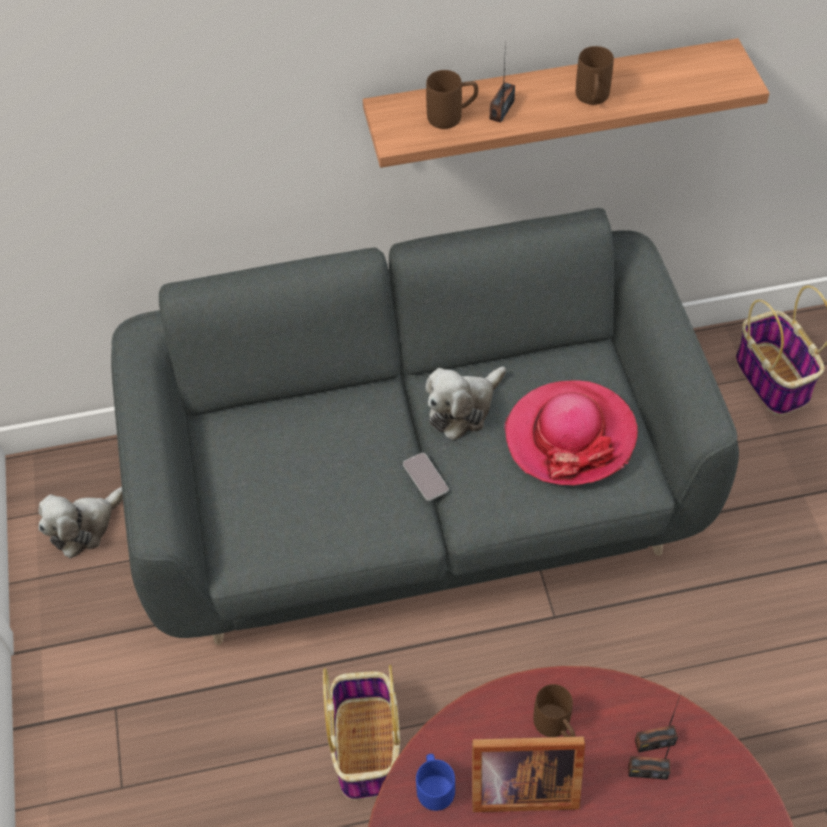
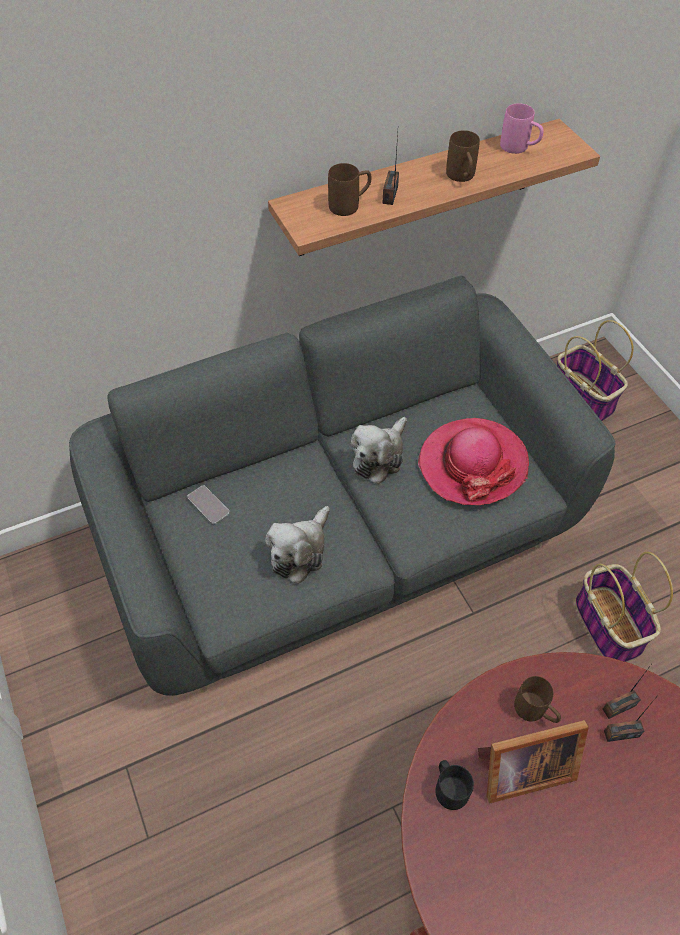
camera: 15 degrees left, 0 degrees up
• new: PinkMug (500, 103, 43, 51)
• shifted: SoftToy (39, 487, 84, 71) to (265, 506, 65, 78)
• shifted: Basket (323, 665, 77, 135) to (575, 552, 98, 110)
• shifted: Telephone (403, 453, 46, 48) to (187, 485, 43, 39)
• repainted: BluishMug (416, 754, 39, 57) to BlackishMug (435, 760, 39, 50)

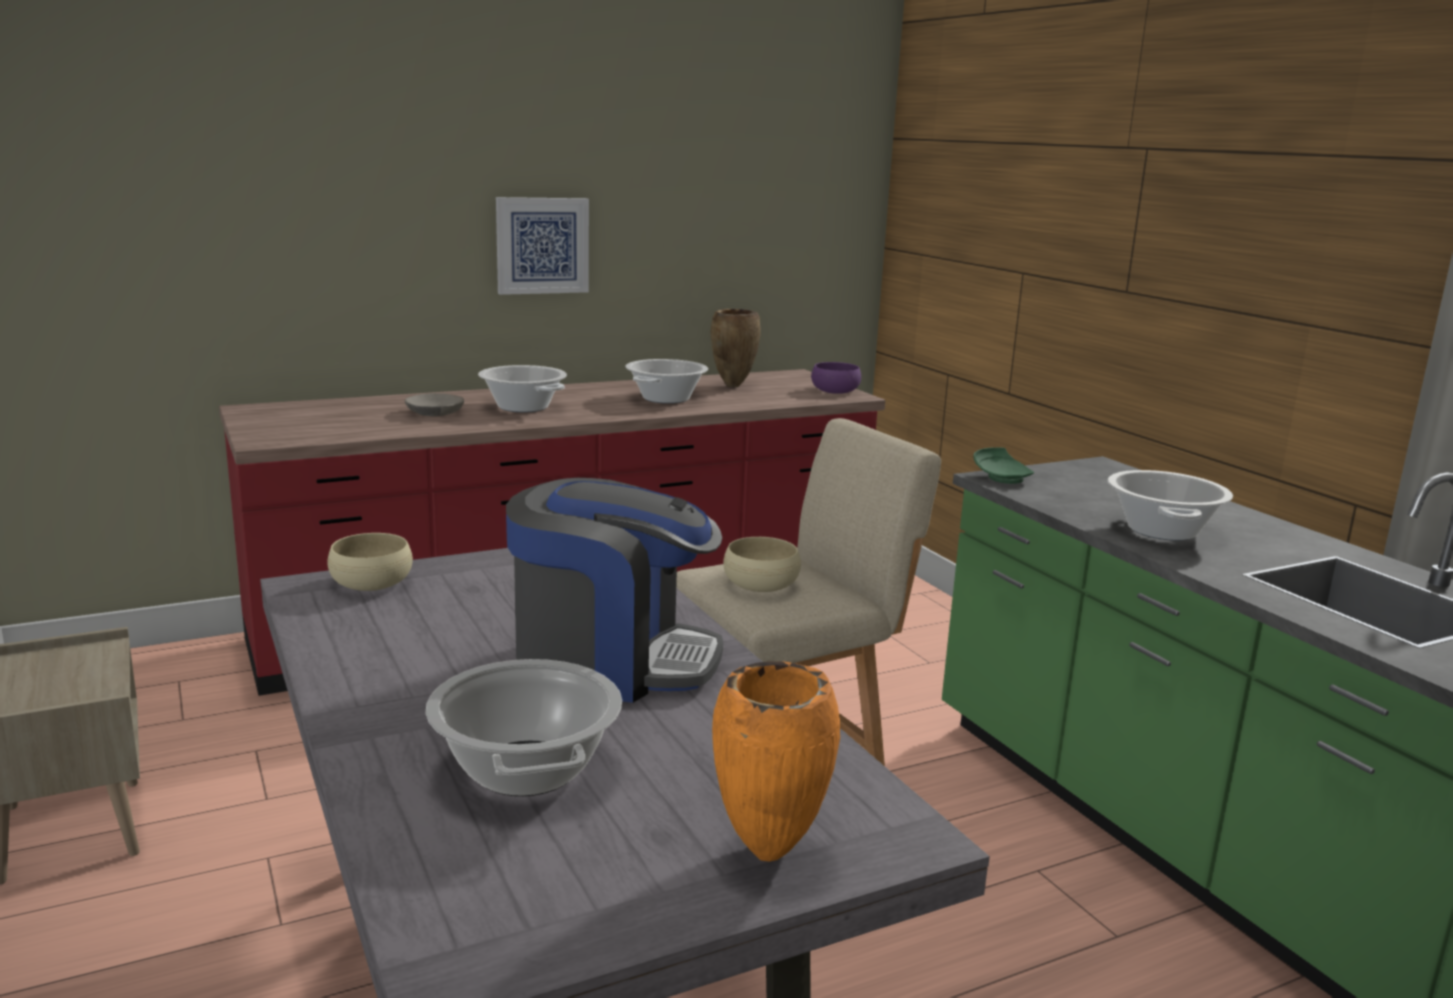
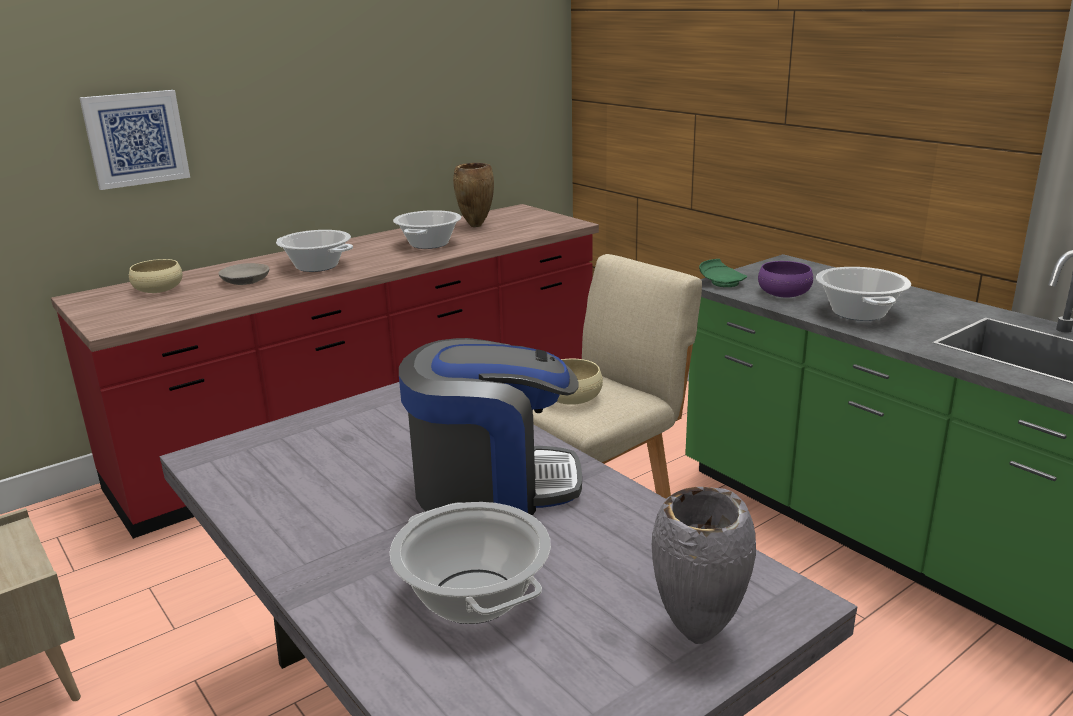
camera: 10 degrees left, 5 degrees up
• shifted: BeigeServingBowl (328, 533, 85, 58) to (129, 259, 53, 34)
• shifted: WallArt (496, 197, 93, 98) to (79, 90, 111, 100)
• shifted: PurplishServingBowl (811, 362, 50, 32) to (758, 261, 55, 36)
• repainted: OrangeDecorativeVase (712, 661, 128, 201) to GreyDecorativeVase (652, 487, 104, 157)

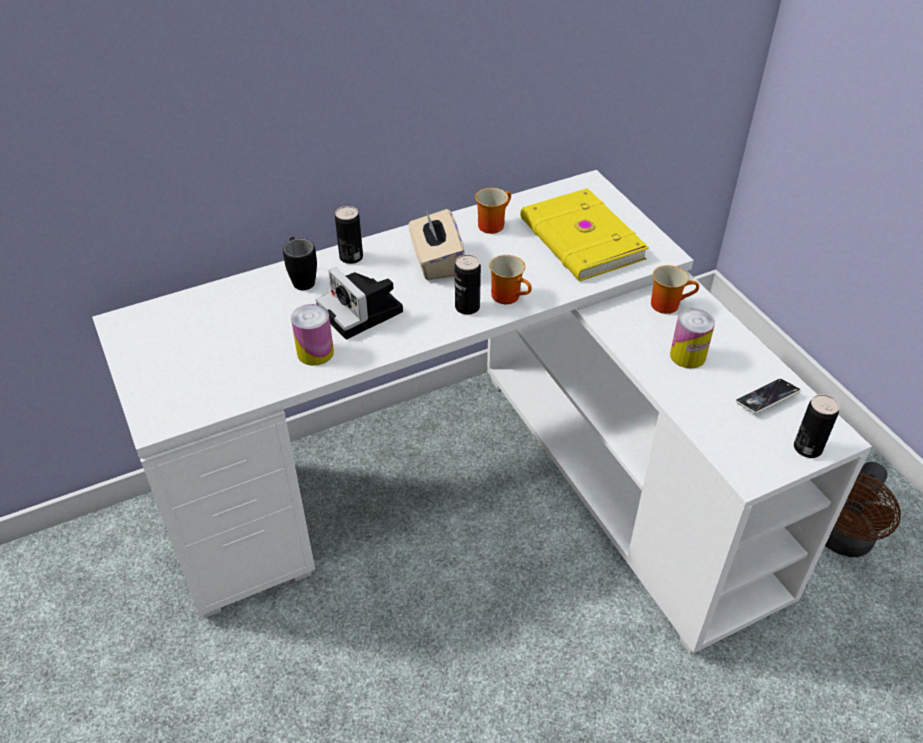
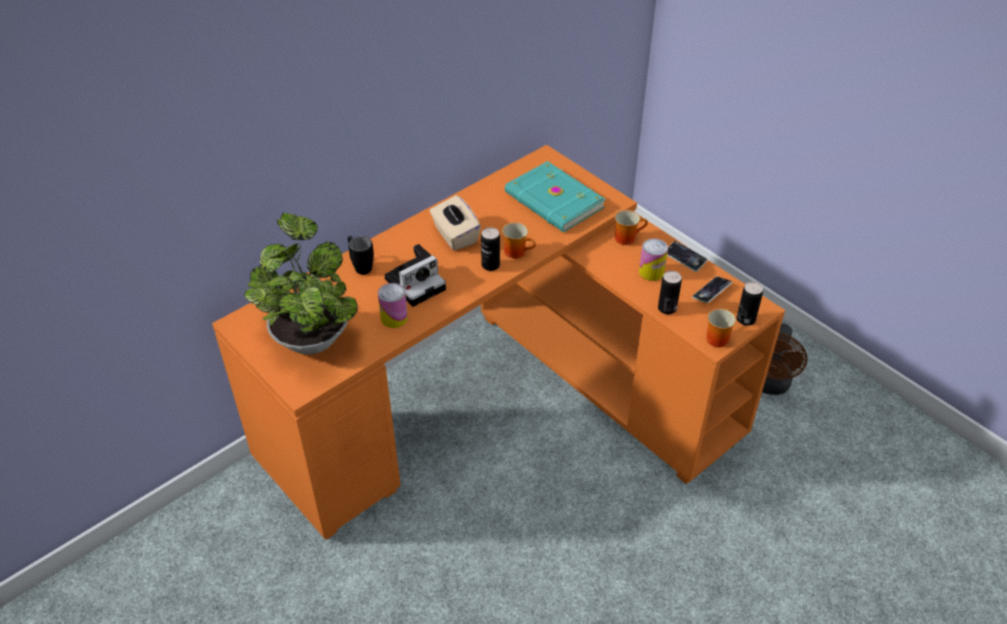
camera: 15 degrees left, 0 degrees up
• new: Houseplant (244, 213, 114, 142)
• new: Telephone (667, 241, 41, 31)
• shifted: MetalCan (335, 206, 28, 58) to (658, 271, 24, 43)
• shifted: Mug (475, 188, 36, 46) to (706, 308, 30, 39)
• repainted: WhiteColouredDeskTable (92, 170, 780, 484) to OrangeDeskTable (212, 145, 573, 395)
• repainted: YellowVolume (520, 188, 129, 93) to TurquoiseColouredVolume (505, 161, 101, 71)
• rotated: PhotoCamera (316, 267, 87, 73) = (384, 244, 62, 63) 75 degrees counterclockwise

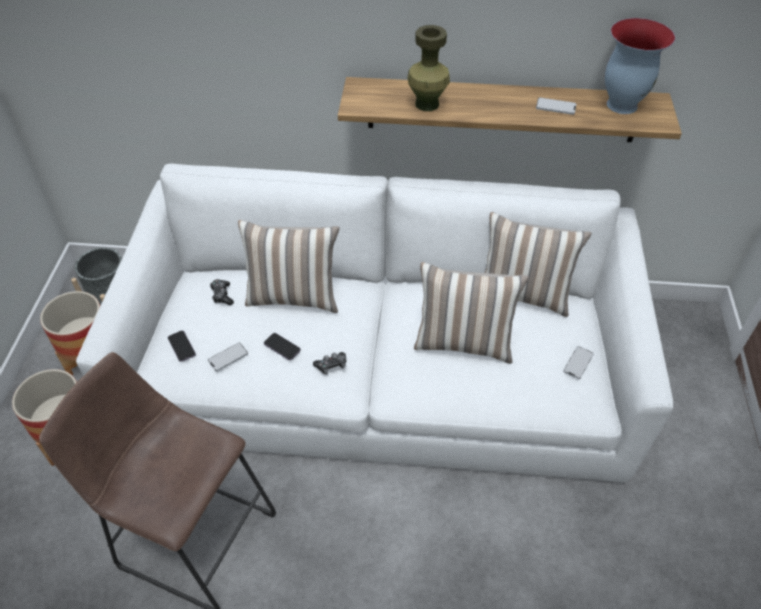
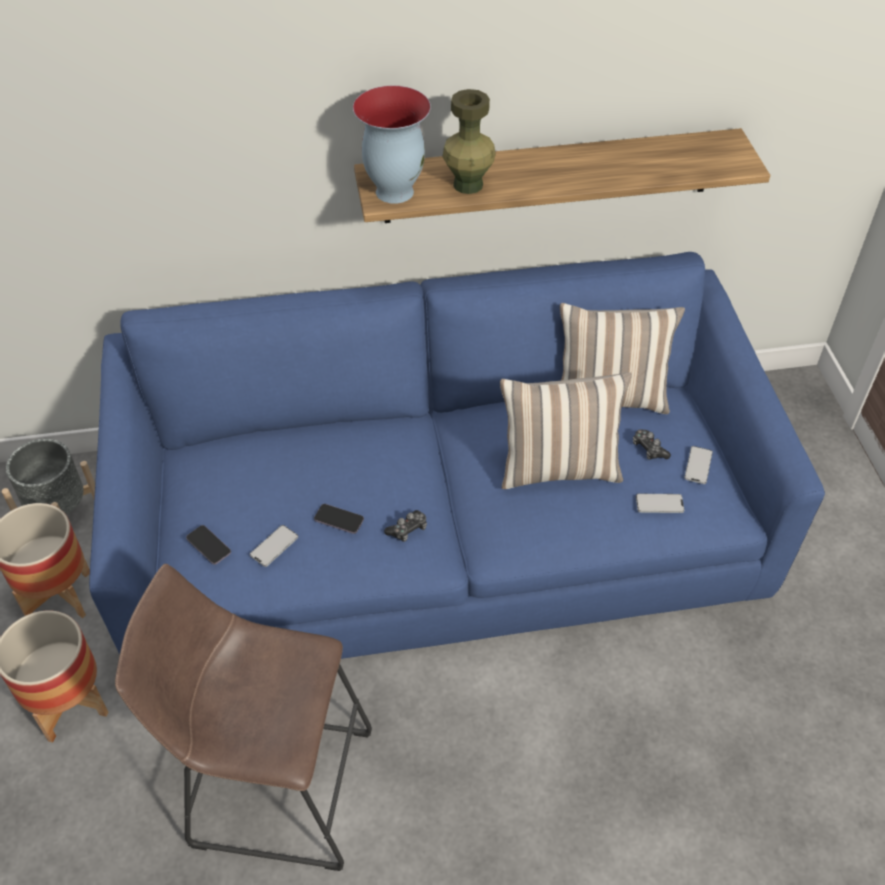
camera: 15 degrees left, 0 degrees up
• gone: Pillow (238, 220, 102, 93)
• shifted: Joypad (210, 279, 24, 26) to (633, 429, 38, 31)
• shifted: Telephone (536, 97, 40, 18) to (636, 494, 48, 19)
• shifted: DecorativeVase (605, 18, 70, 96) to (353, 85, 78, 119)
• repainted: WhiteColouredSofa (76, 164, 597, 319) to BluishSofa (89, 252, 736, 407)

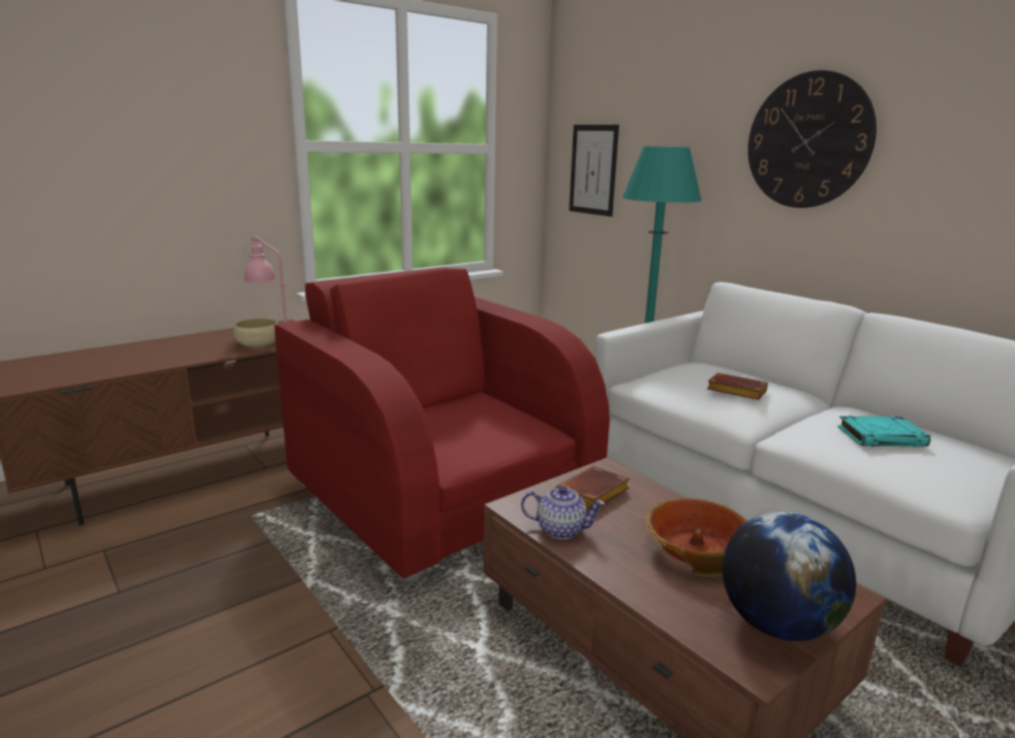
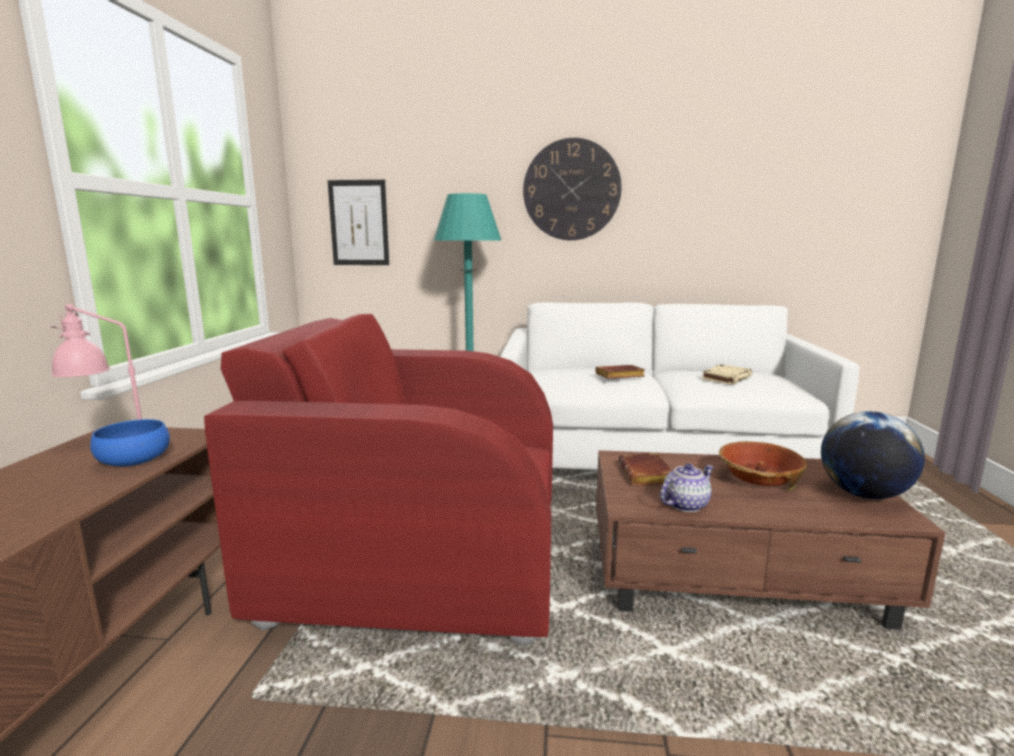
camera: 45 degrees left, 5 degrees down
• repainted: BeigeServingBowl (233, 318, 45, 29) to BluishServingBowl (90, 419, 80, 47)
• repainted: TurquoiseColouredVolume (838, 416, 93, 31) to BeigeVolume (701, 364, 51, 21)

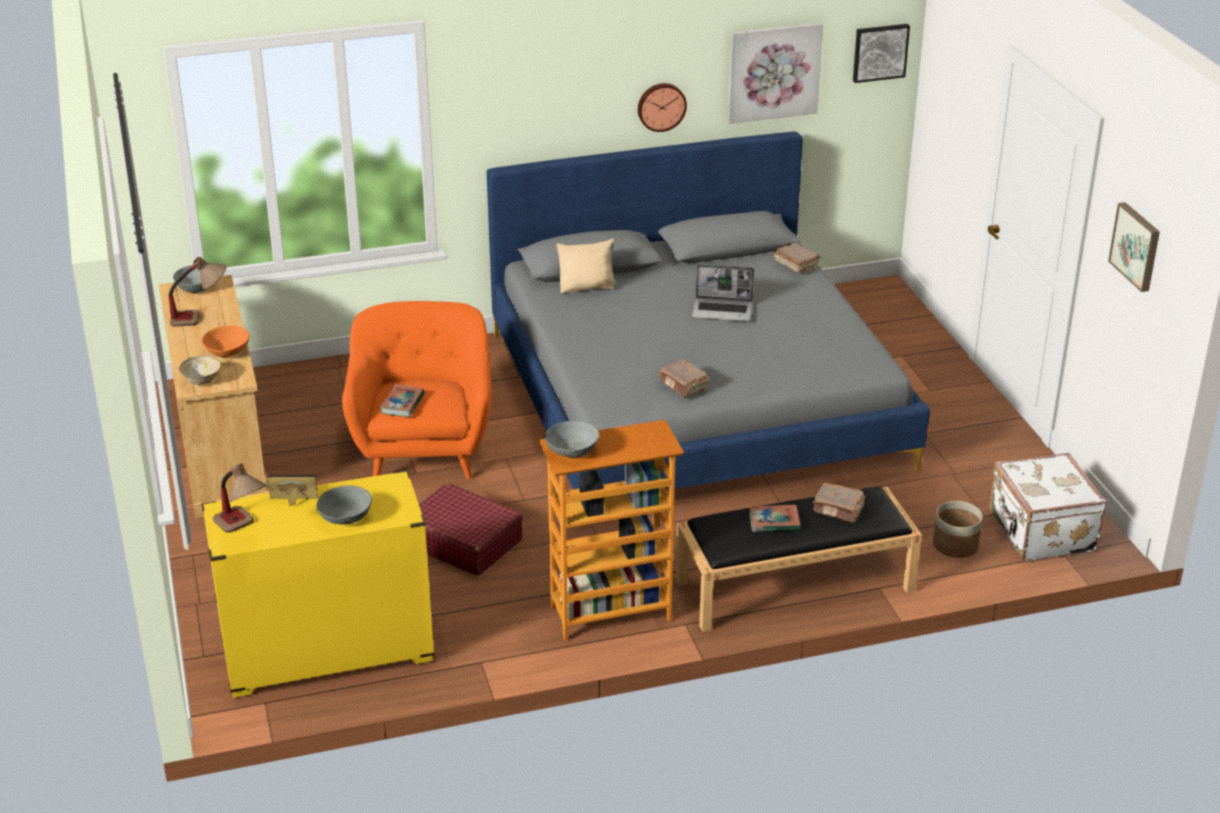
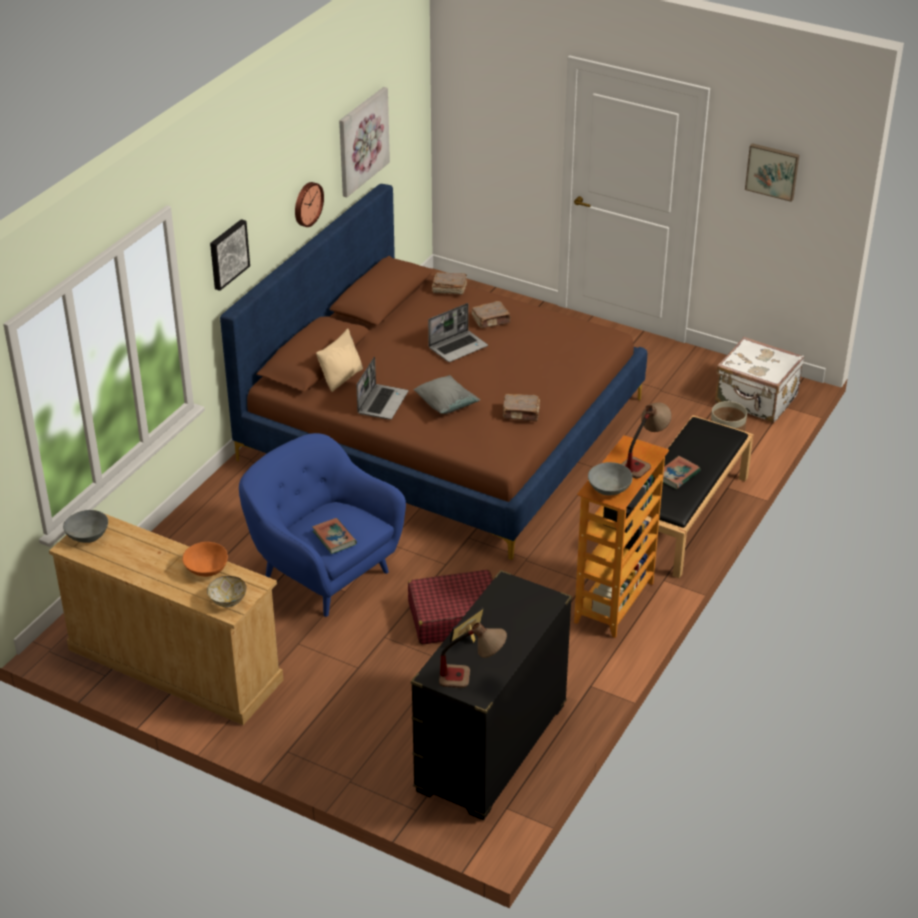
camera: 45 degrees left, 5 degrees up
• gone: GreyServingBowl (317, 485, 55, 39)
• new: Laptop (356, 357, 52, 62)
• new: GreyPillow (413, 375, 67, 39)
• shifted: LampForATable (169, 257, 58, 69) to (622, 402, 50, 76)
• shifted: BrownVolume (813, 483, 52, 40) to (471, 301, 40, 27)
• shifted: WallArt (853, 24, 57, 59) to (210, 219, 40, 72)
• repainted: YellowDresser (201, 470, 234, 228) to BlackishDresser (411, 570, 161, 250)
• repainted: OrangeEasyChair (342, 301, 149, 178) to BluishEasyChair (239, 433, 167, 184)
• repainted: GreySleepingBed (487, 132, 443, 397) to BrownSleepingBed (220, 184, 427, 376)

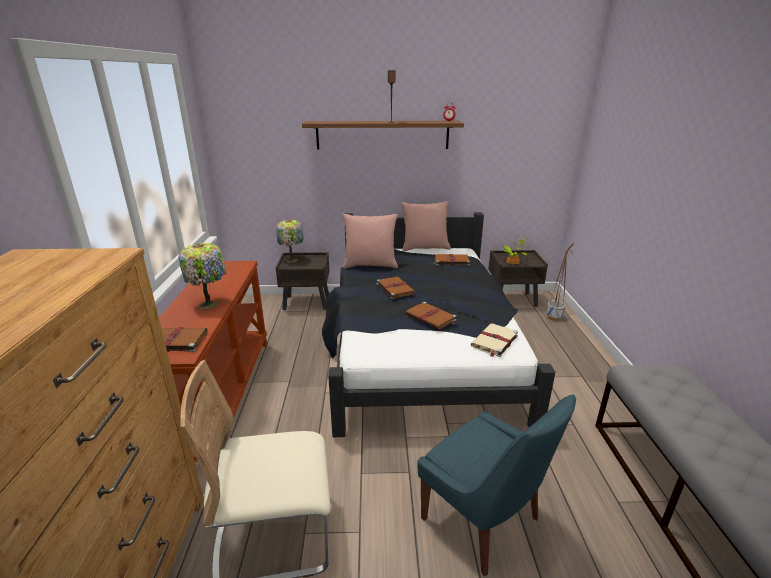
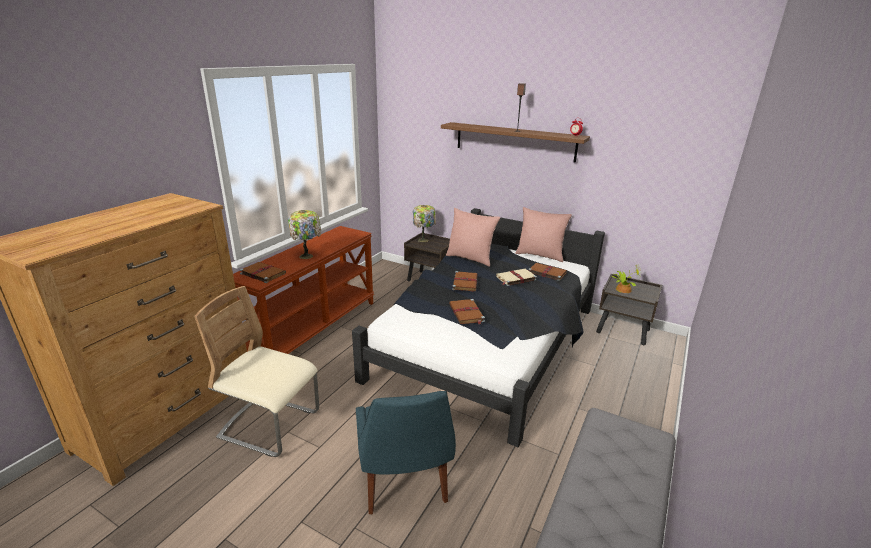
camera: 30 degrees right, 0 degrees up
• gone: PlantPot (546, 243, 29, 78)
• shifted: BeigeVolume (471, 324, 47, 33) to (496, 269, 41, 17)

